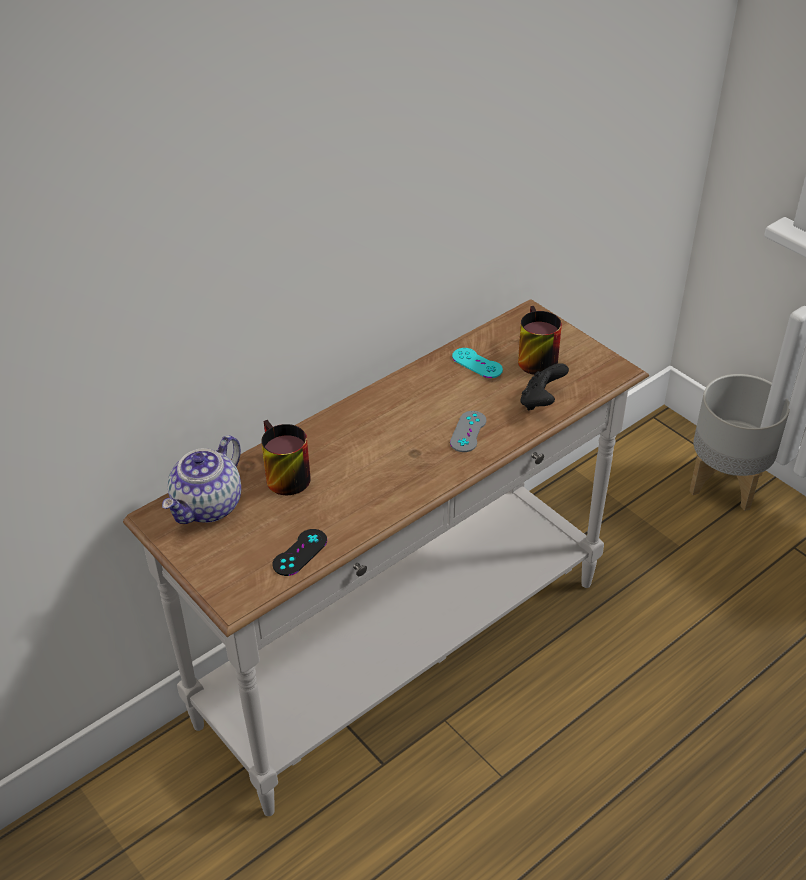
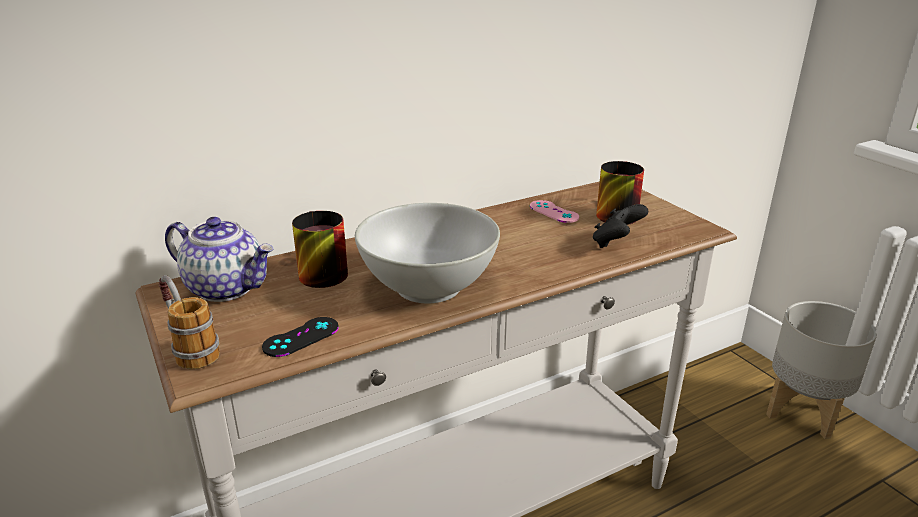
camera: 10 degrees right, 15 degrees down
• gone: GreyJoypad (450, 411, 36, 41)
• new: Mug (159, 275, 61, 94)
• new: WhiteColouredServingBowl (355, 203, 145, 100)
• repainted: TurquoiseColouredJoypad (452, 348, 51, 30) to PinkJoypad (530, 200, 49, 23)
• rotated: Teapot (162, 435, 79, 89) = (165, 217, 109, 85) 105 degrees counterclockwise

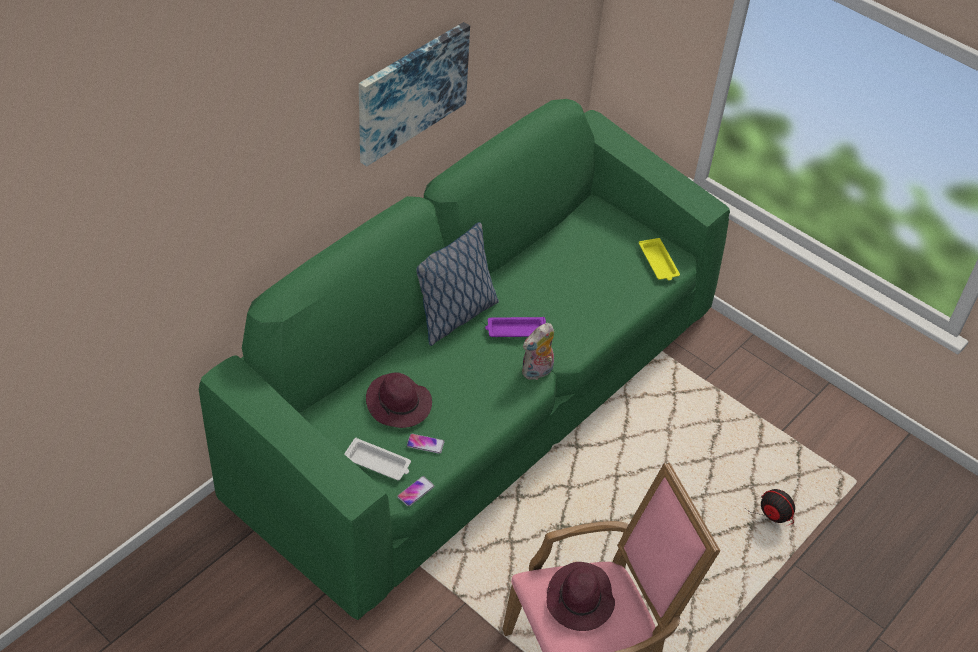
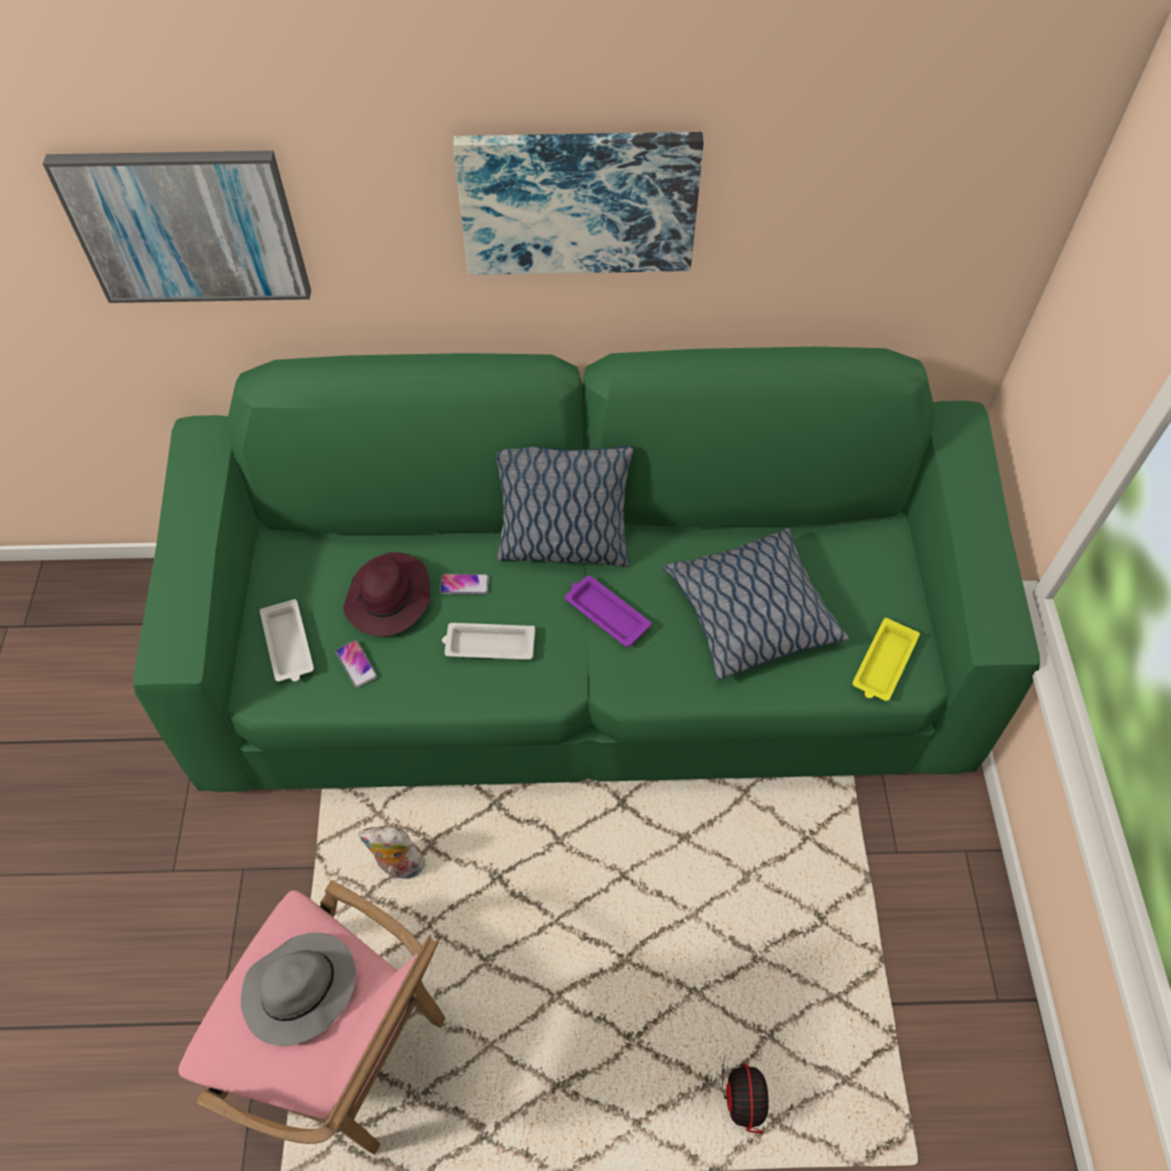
camera: 50 degrees right, 10 degrees up
• new: WallArt (43, 151, 268, 152)
• new: WhiteColouredTray (442, 623, 93, 37)
• new: Pillow (662, 528, 187, 153)
• shifted: Telephone (397, 476, 37, 31) to (440, 574, 49, 20)
• shifted: SoftToy (522, 323, 32, 57) to (358, 826, 67, 53)
• repainted: PurplishWearableHat (547, 562, 68, 69) to GreyWearableHat (241, 933, 115, 113)

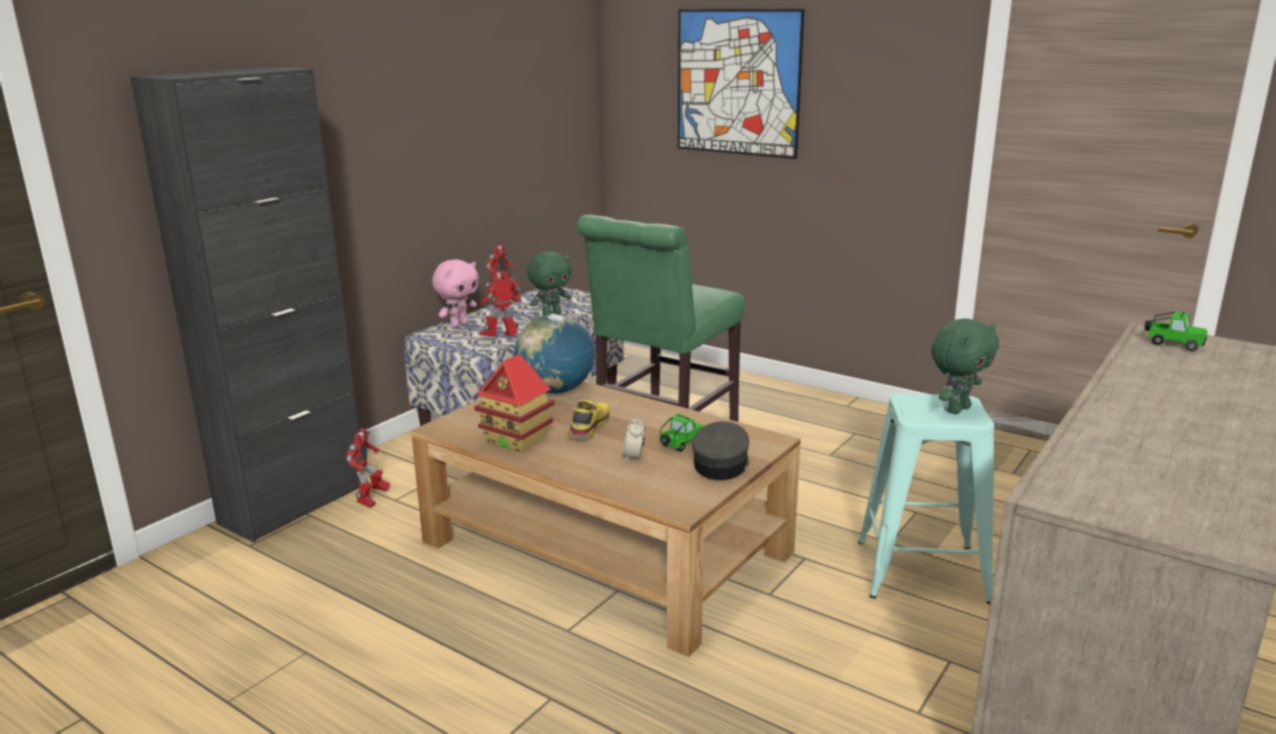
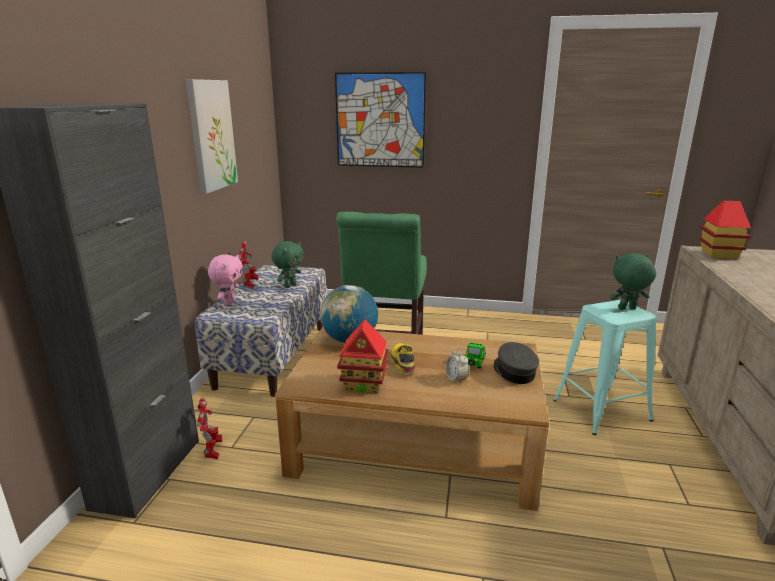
camera: 25 degrees left, 0 degrees up
• gone: RobotFigure (480, 272, 40, 64)
• new: WallArt (186, 79, 52, 115)
• swapped: ToyCar (1145, 312, 63, 39) to ToyHouse (699, 201, 52, 58)
• rotated: GreenishSoftToy (931, 318, 68, 96) = (609, 253, 47, 57) 120 degrees counterclockwise

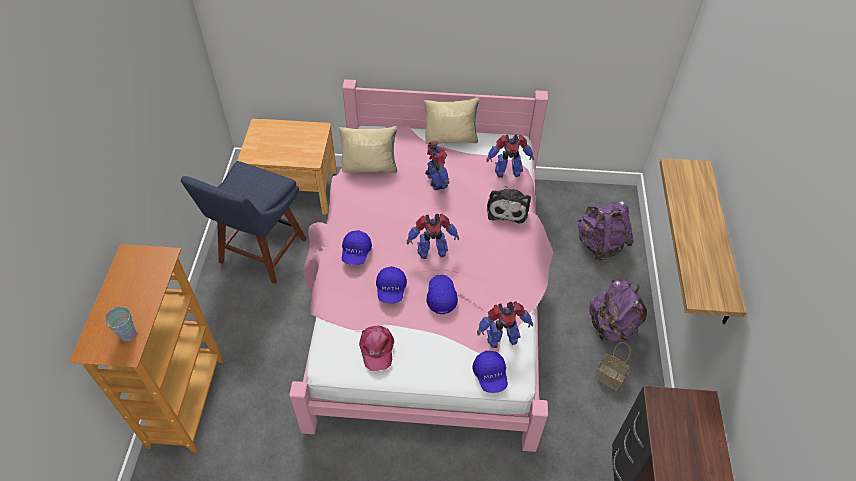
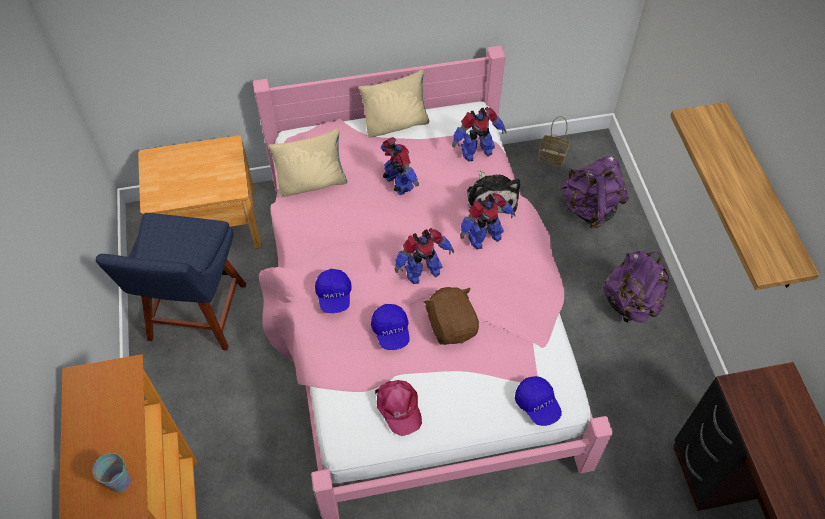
camera: 15 degrees left, 5 degrees up
• shifted: RobotFigure (477, 301, 56, 47) to (460, 193, 55, 57)
• shifted: Basket (595, 342, 36, 48) to (538, 116, 32, 52)
• swapped: BluishPeakedCap (427, 274, 31, 40) to BrownSoftToy (423, 287, 56, 58)

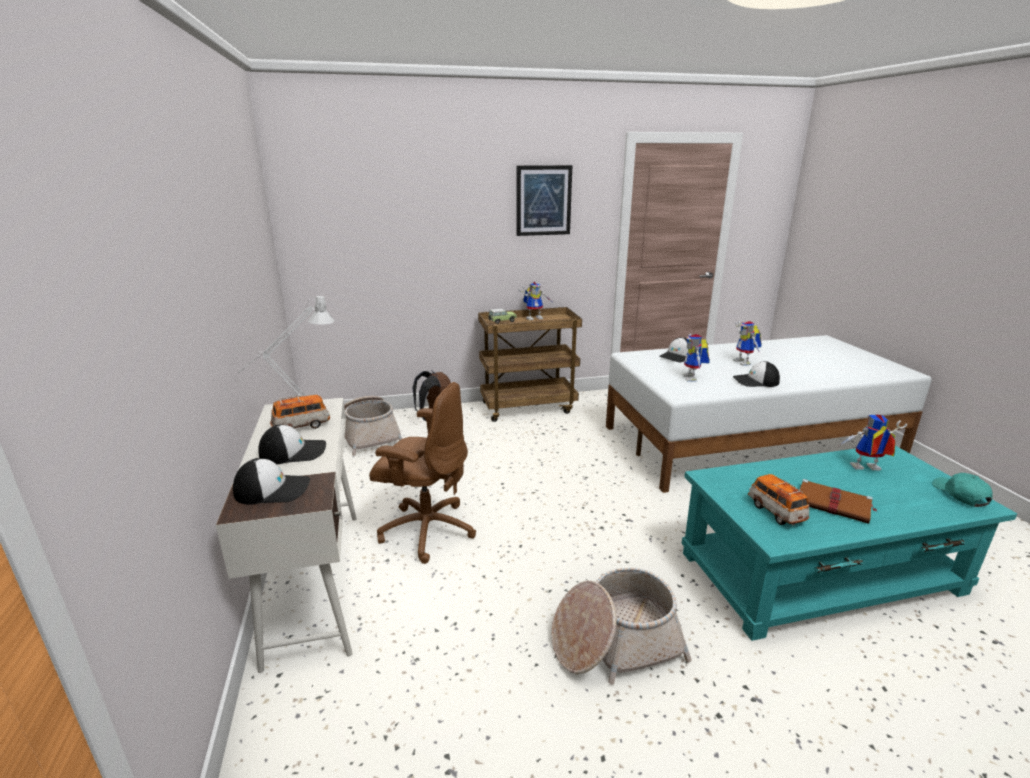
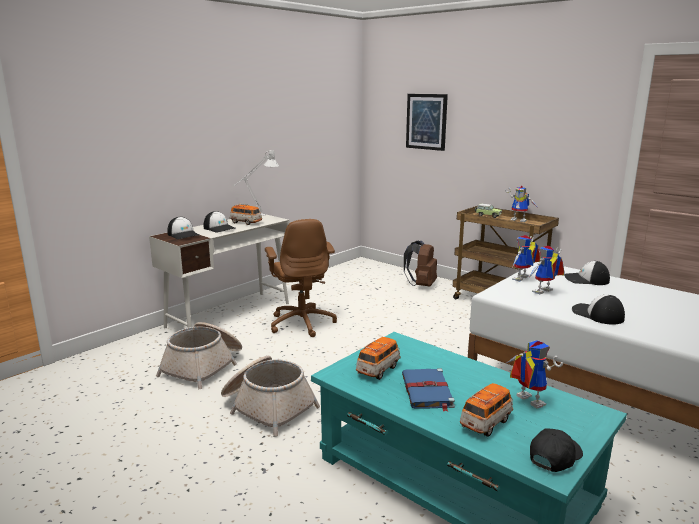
camera: 55 degrees right, 5 degrees down
• new: ToyCar (460, 383, 53, 54)
• shifted: Basket (344, 396, 58, 60) to (156, 322, 86, 67)
• shifted: WallArt (516, 165, 56, 71) to (406, 94, 42, 57)
• shifted: RobotFigure (733, 321, 29, 45) to (512, 235, 28, 46)
• repainted: BrownVolume (800, 479, 78, 45) to BluishVolume (402, 368, 53, 44)
• repainted: TurquoiseColouredPeakedCap (932, 473, 61, 34) to BlackishPeakedCap (530, 429, 53, 43)

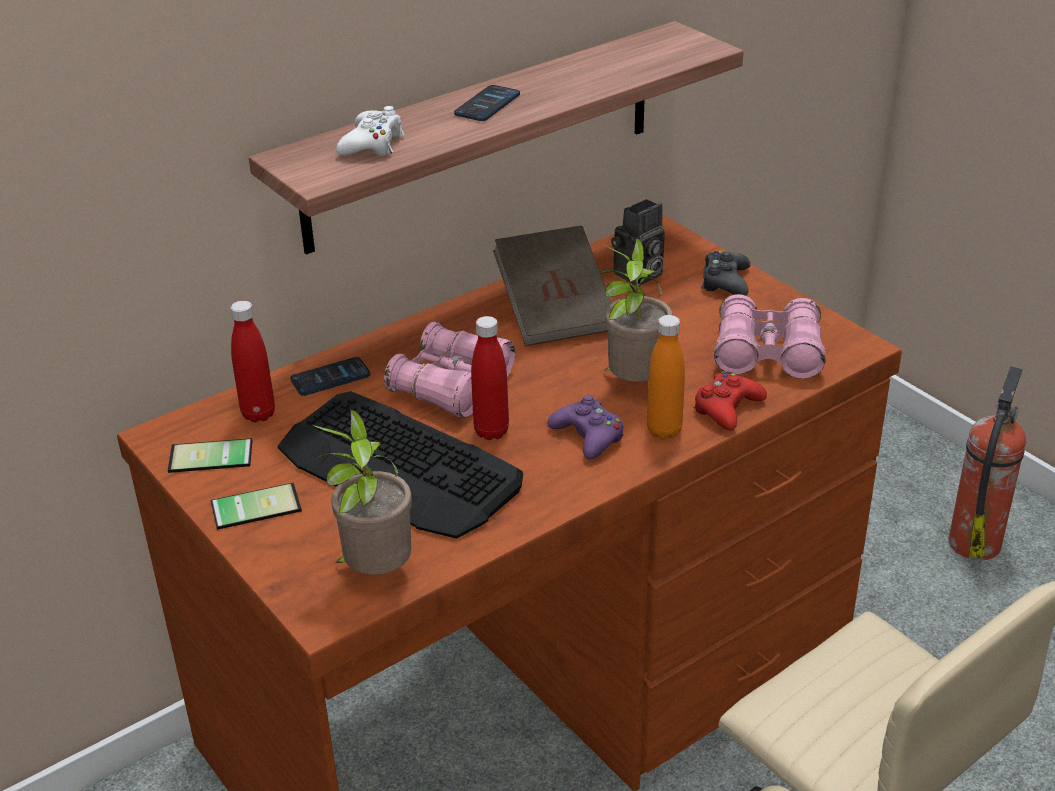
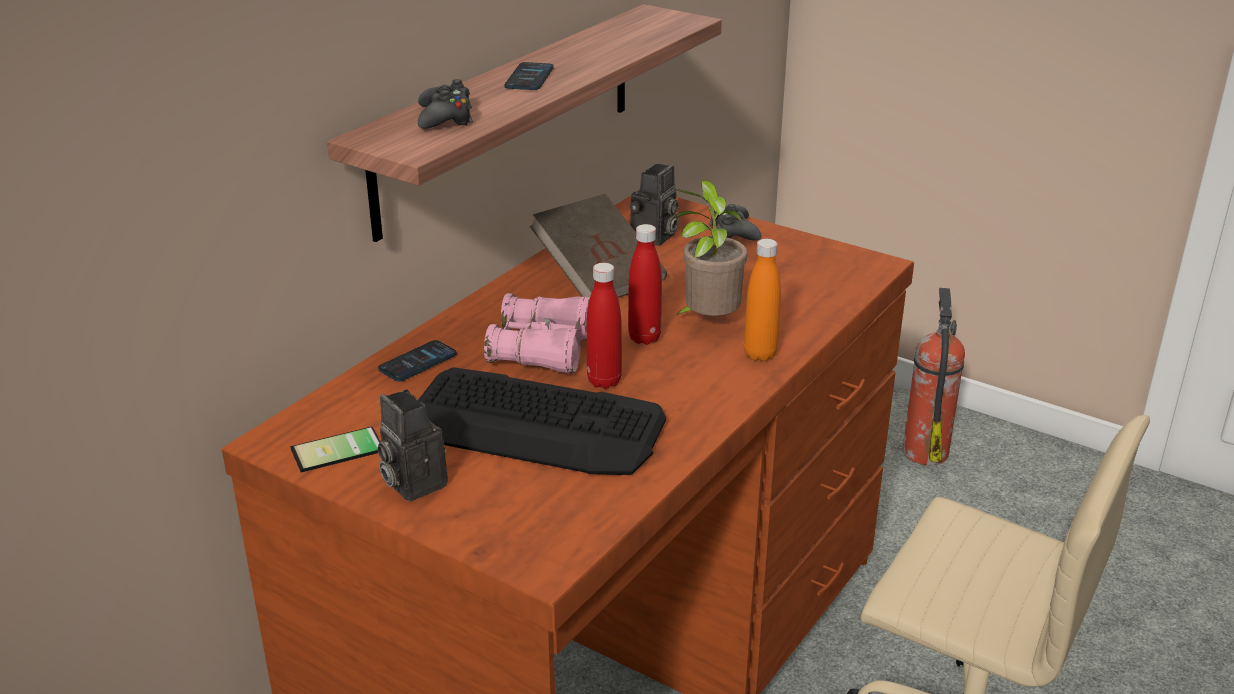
camera: 20 degrees left, 5 degrees down
• gone: Houseplant (313, 409, 99, 166)
• gone: PurplishJoypad (547, 394, 77, 66)
• gone: ReddishJoypad (694, 371, 73, 59)
• gone: PinkPairOfBinoculars (713, 294, 113, 85)
• shifted: ReddishBeverageBottle (230, 301, 45, 121) to (628, 224, 34, 121)
• swapped: Telephone (211, 481, 91, 49) to PhotoCamera (377, 389, 71, 113)
• repainted: WhiteColouredJoypad (336, 106, 69, 50) to BlackishJoypad (418, 79, 55, 50)

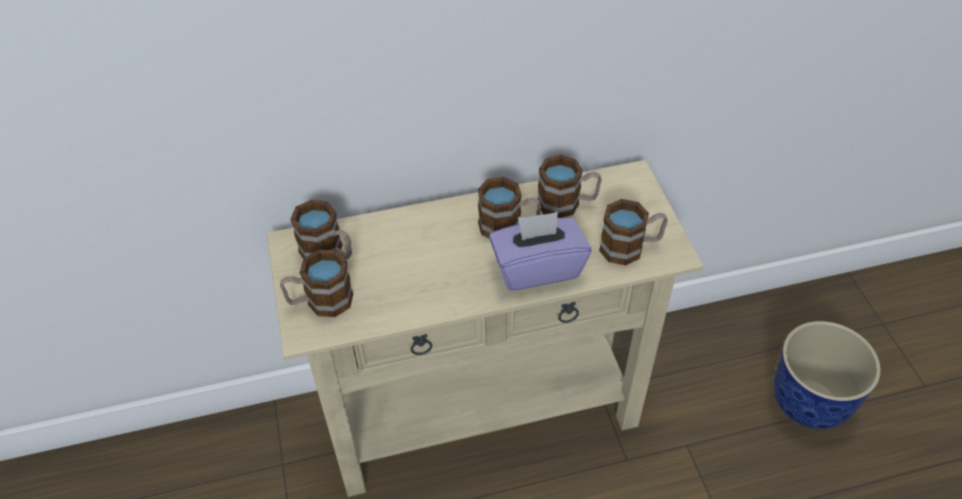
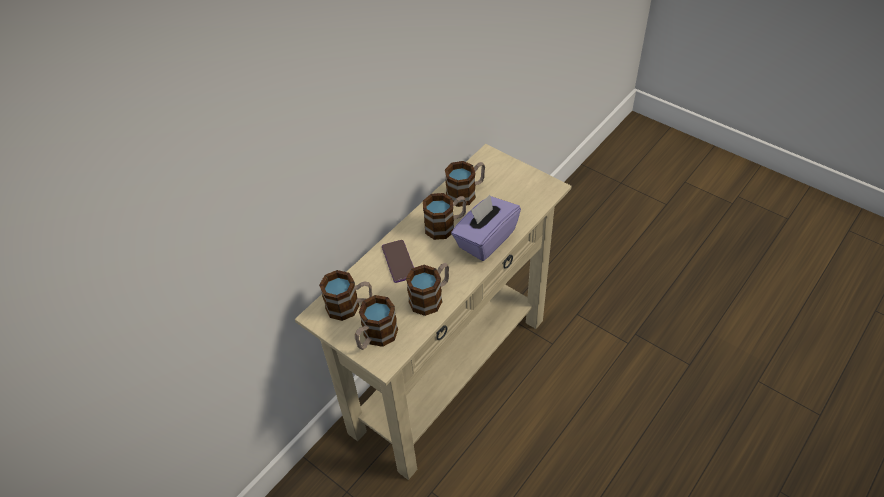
camera: 35 degrees left, 0 degrees up
• gone: PlantPot (773, 321, 108, 108)
• new: Telephone (382, 240, 32, 43)
• shifted: Mug (599, 199, 69, 66) to (406, 263, 43, 53)

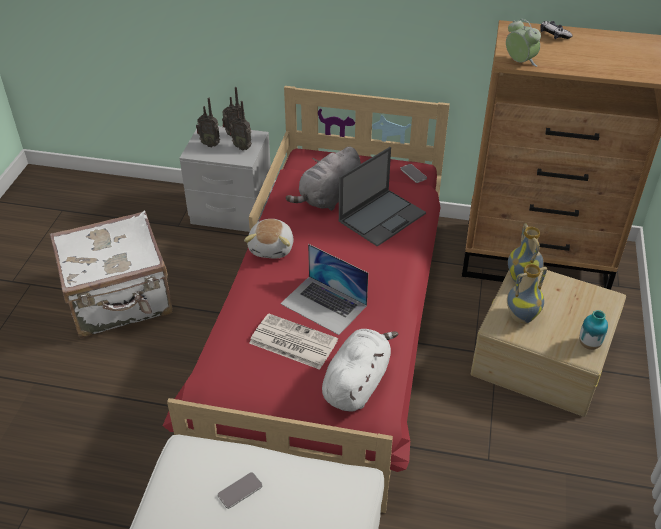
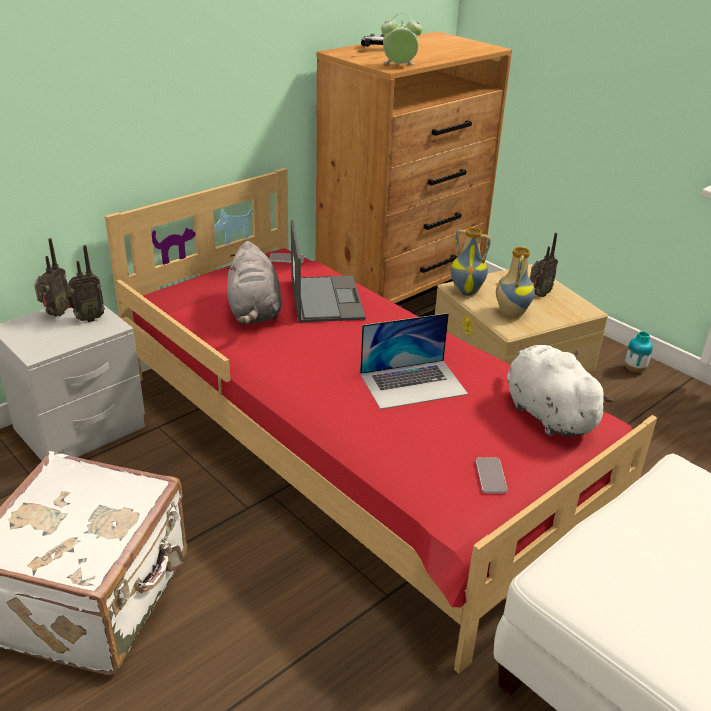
camera: 55 degrees left, 10 degrees down
• gone: SoftToy (244, 219, 49, 39)
• gone: Newspaper (249, 313, 89, 57)
• shifted: RadioReceiver (196, 98, 24, 49) to (530, 233, 28, 64)
• shifted: Telephone (217, 472, 46, 37) to (476, 457, 32, 36)
• shifted: DecorativeVase (579, 310, 29, 40) to (625, 331, 28, 42)

